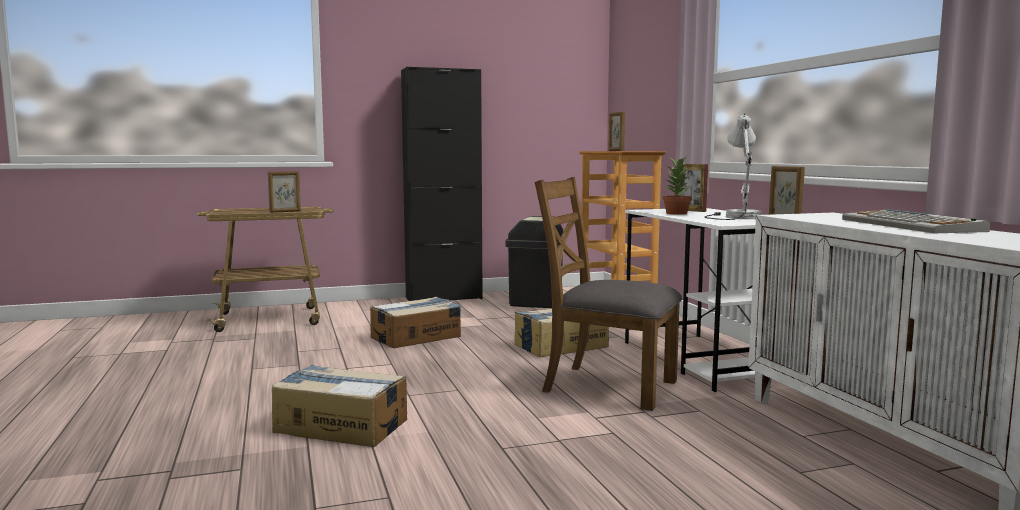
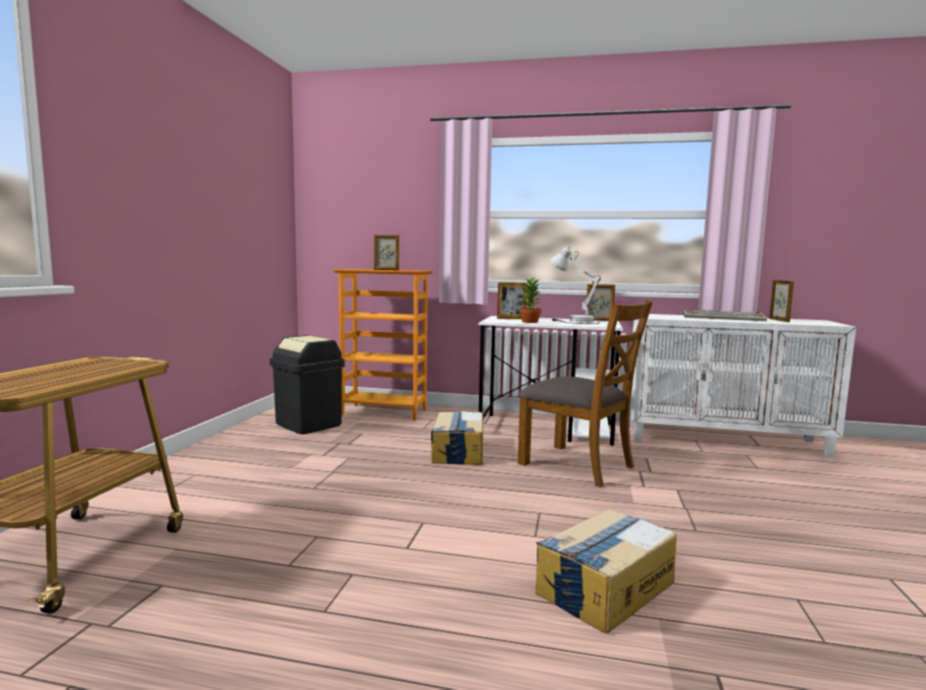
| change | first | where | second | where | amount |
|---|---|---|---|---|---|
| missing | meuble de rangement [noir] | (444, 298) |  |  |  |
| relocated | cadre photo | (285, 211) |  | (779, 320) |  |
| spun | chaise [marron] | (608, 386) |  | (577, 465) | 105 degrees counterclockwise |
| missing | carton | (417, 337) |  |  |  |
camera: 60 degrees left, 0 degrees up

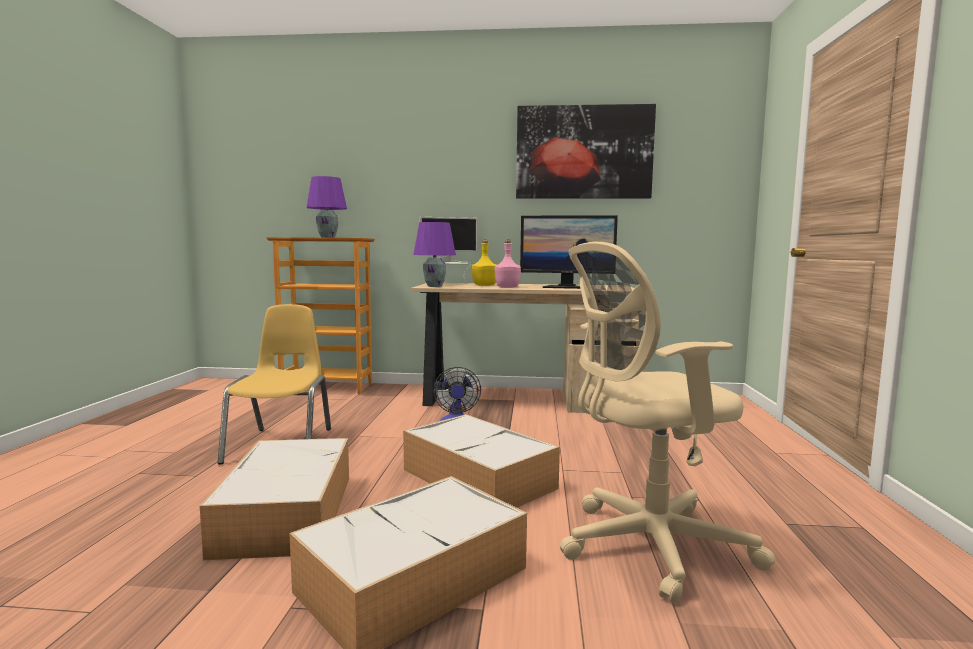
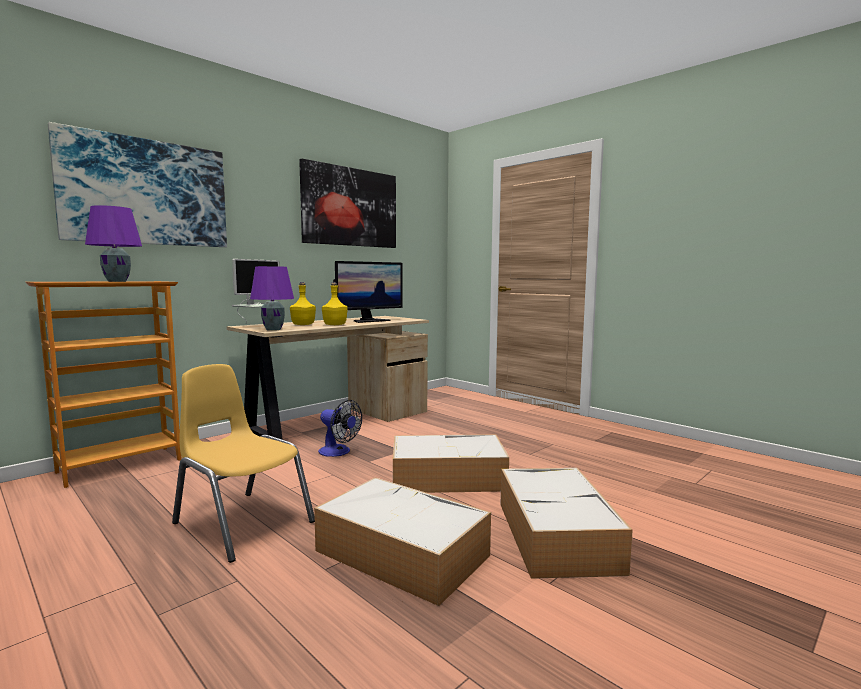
| change | first | where | second | where | amount |
|---|---|---|---|---|---|
| colour | bouteille [rose] | (507, 287) | bouteille [jaune] | (334, 325) |  |
| missing | chaise de bureau [beige] | (646, 546) |  |  |  |
| appeared |  |  | tableau | (146, 192) |  |
camera: 50 degrees left, 0 degrees up

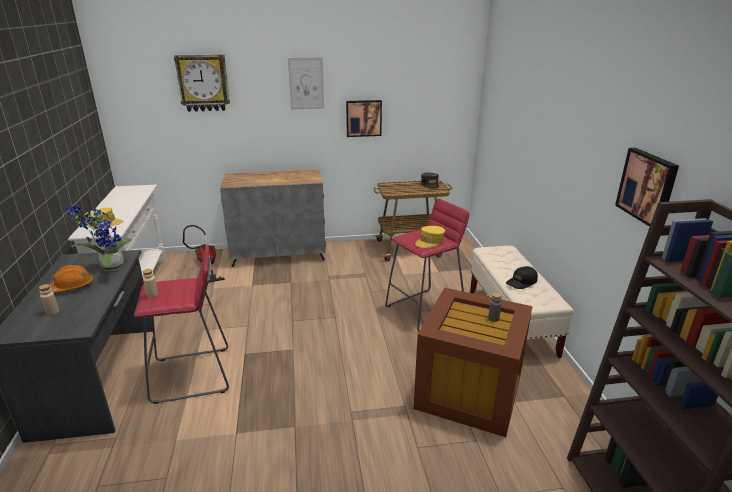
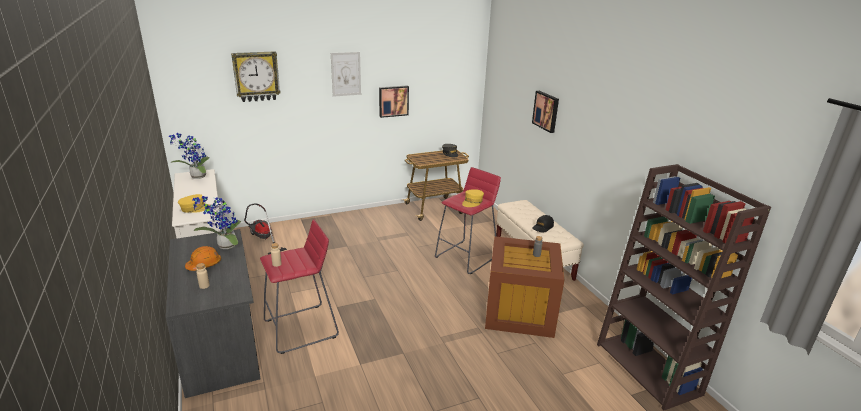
| change | first | where | second | where | amount |
|---|---|---|---|---|---|
| relocated | tableau | (648, 187) |  | (546, 111) |  |
| missing | meuble de rangement [gris] | (279, 254) |  |  |  |
| appeared |  |  | plante en pot | (196, 177) |  |
camera: 15 degrees left, 0 degrees up

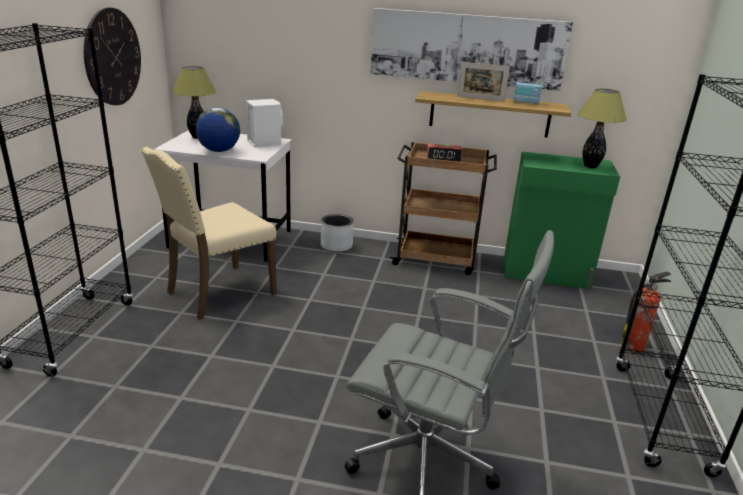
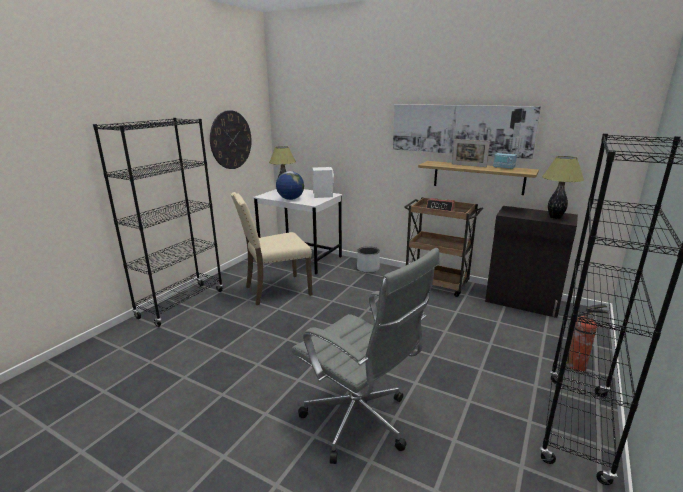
| change | first | where | second | where | amount |
|---|---|---|---|---|---|
| colour | meuble de rangement [vert] | (546, 273) | meuble de rangement [noir] | (522, 302) |  |
camera: 20 degrees right, 5 degrees down

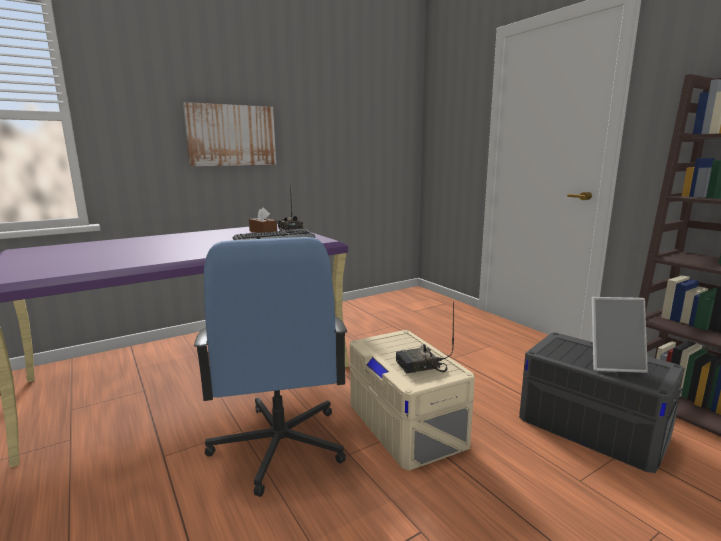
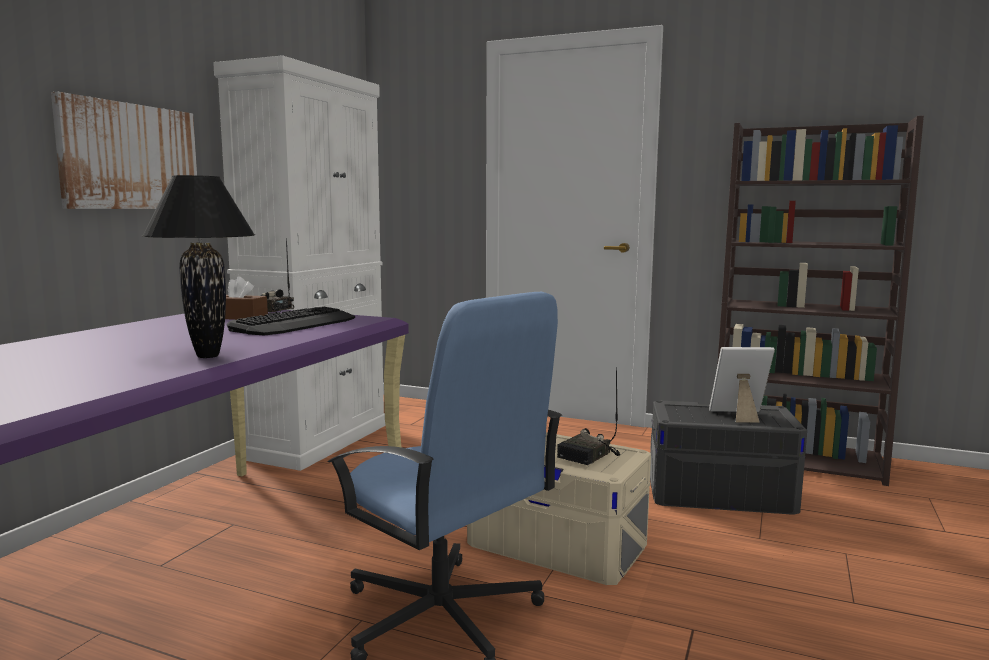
| change | first | where | second | where | amount |
|---|---|---|---|---|---|
| spun | cadre photo | (613, 364) |  | (739, 416) | 150 degrees counterclockwise |
| appeared |  |  | meuble de rangement [blanc] | (318, 440) |  |
| appeared |  |  | lampe de table [noir] | (208, 356) |  |
camera: 35 degrees left, 5 degrees down

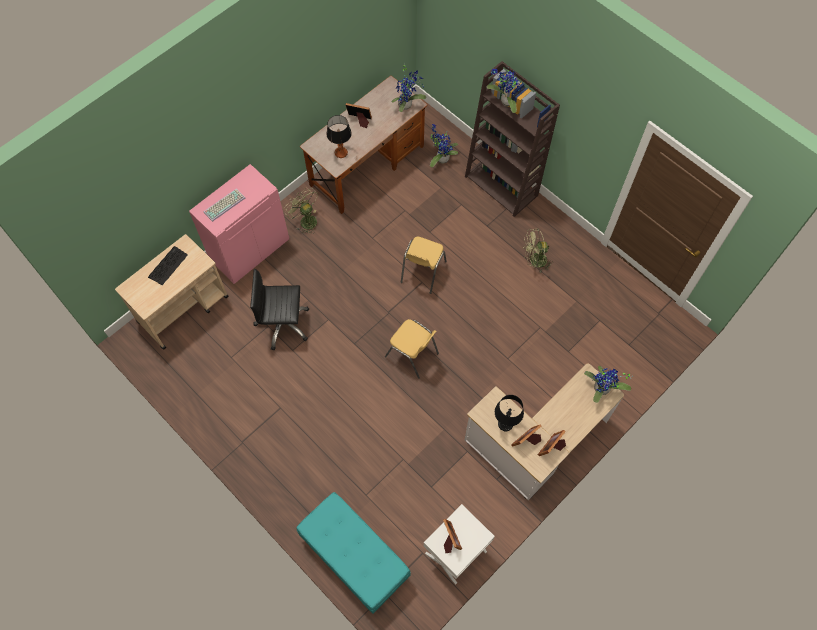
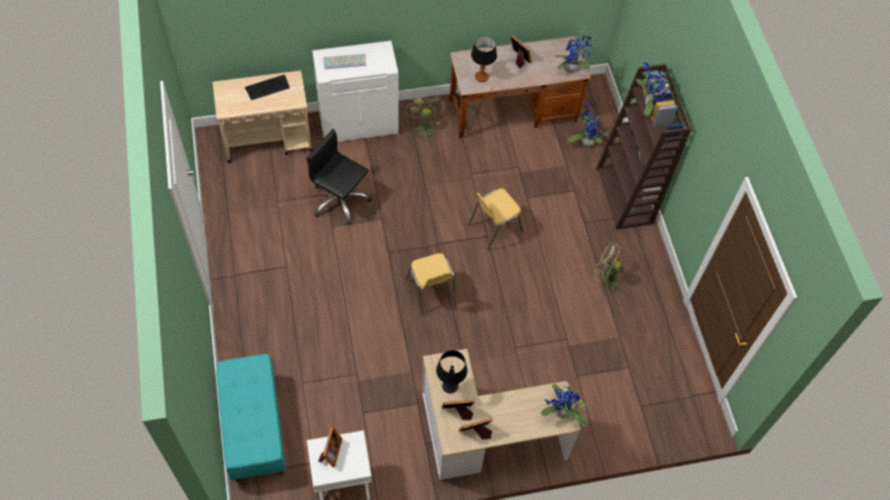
| change | first | where | second | where | amount |
|---|---|---|---|---|---|
| colour | meuble de rangement [rose] | (249, 249) | meuble de rangement [blanc] | (359, 123) |  |
camera: 30 degrees right, 5 degrees down

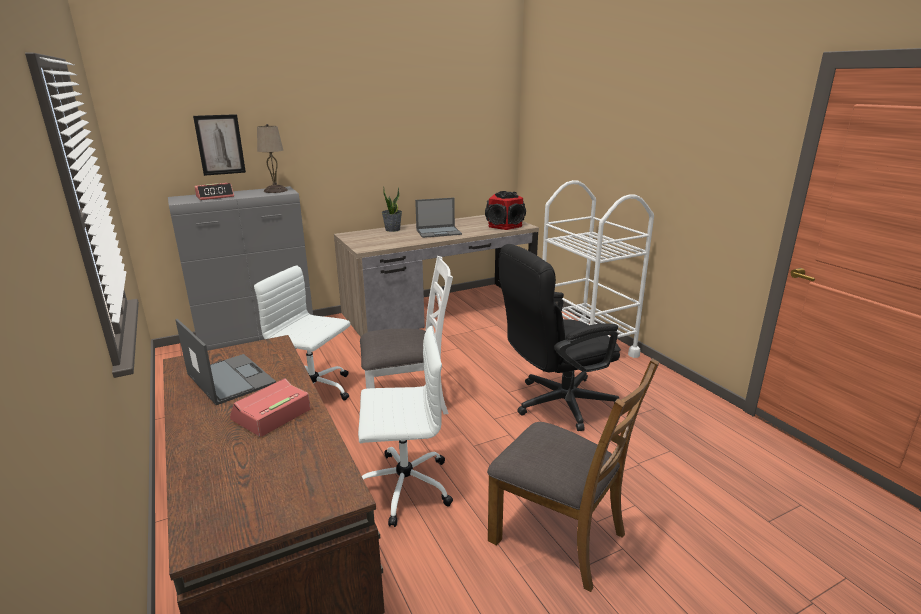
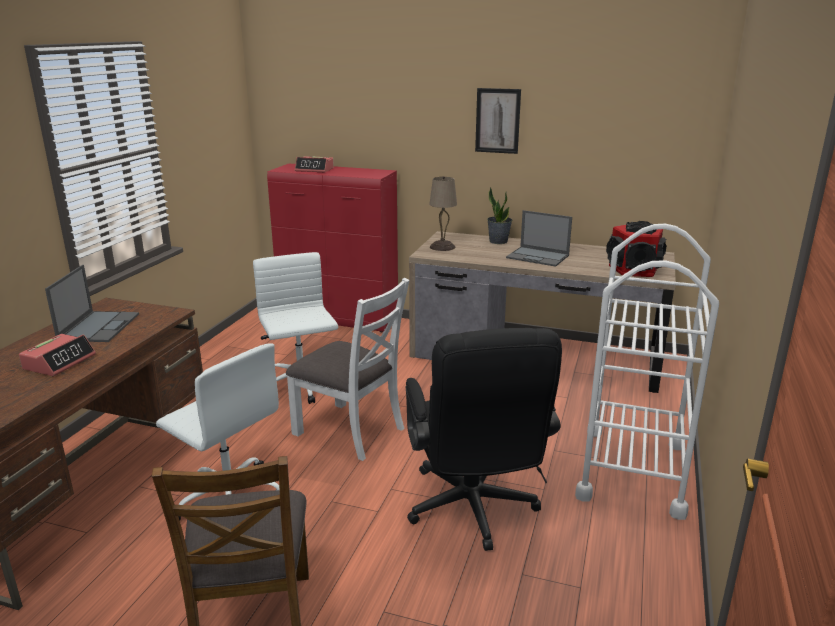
| change | first | where | second | where | amount |
|---|---|---|---|---|---|
| relocated | tableau | (220, 145) |  | (497, 121) |  |
| relocated | lampe de table [beige] | (275, 190) |  | (442, 247) |  |
| colour | meuble de rangement [gris] | (258, 337) | meuble de rangement [rouge] | (340, 319) |  |
| spun | chaise de bureau [noir] | (555, 404) |  | (473, 512) | 120 degrees counterclockwise |
| spun | réveil | (271, 415) |  | (59, 362) | 120 degrees clockwise |
camera: 45 degrees right, 0 degrees up

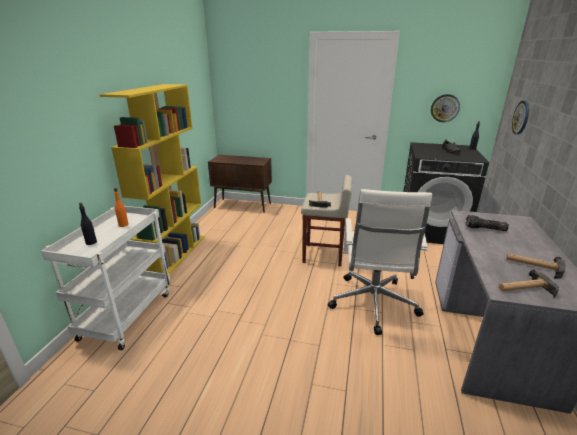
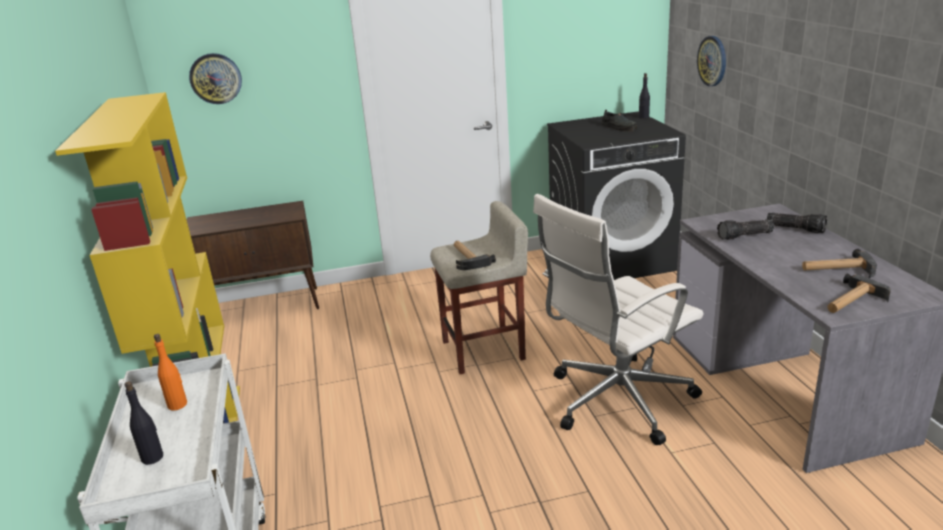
| change | first | where | second | where | amount |
|---|---|---|---|---|---|
| relocated | horloge murale | (444, 108) |  | (215, 78) |  |
| spun | chaise de bureau [blanc] | (373, 304) |  | (616, 401) | 75 degrees clockwise |
| appeared |  |  | lampe de poche | (796, 229) |  |
camera: 25 degrees left, 0 degrees up

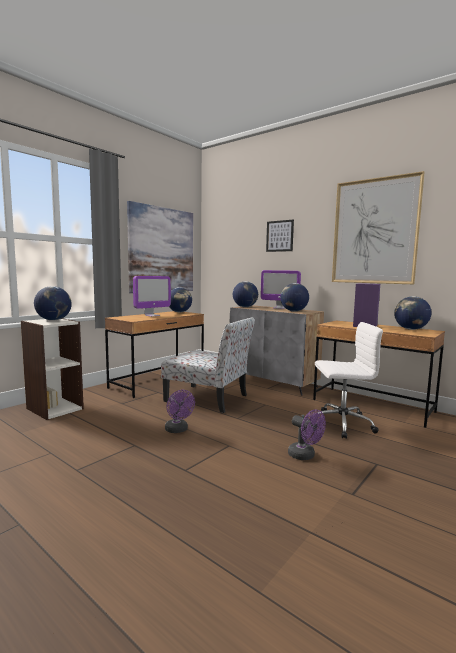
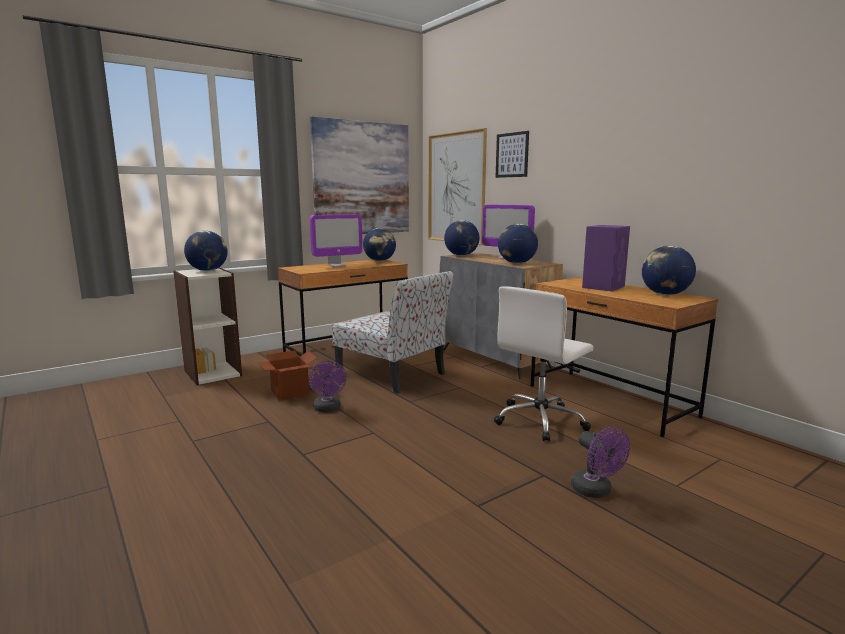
| change | first | where | second | where | amount |
|---|---|---|---|---|---|
| relocated | tableau | (374, 231) |  | (456, 188) |  |
| spun | chaise de bureau [blanc] | (341, 424) |  | (541, 420) | 120 degrees clockwise |
| relocated | ventilateur [violet] | (305, 456) |  | (596, 491) |  |
| appeared |  |  | carton | (290, 392) |  |
camera: 15 degrees right, 5 degrees up

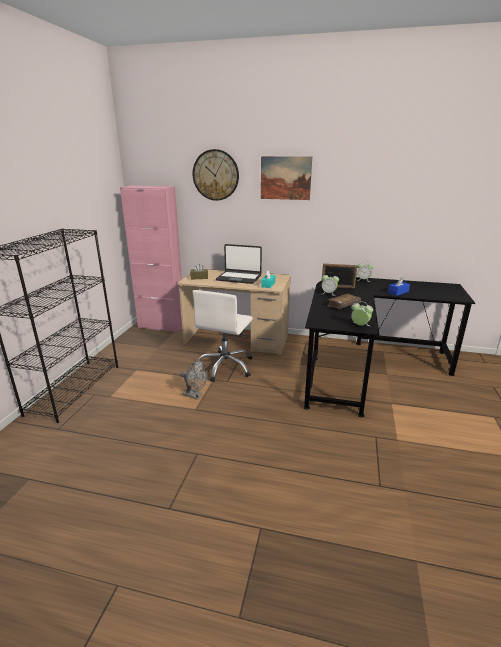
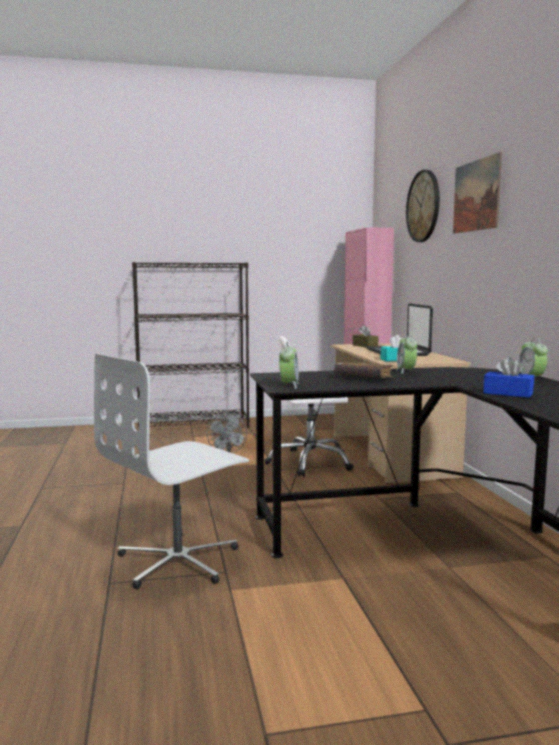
| change | first | where | second | where | amount |
|---|---|---|---|---|---|
| missing | cadre photo | (337, 287) |  |  |  |
| appeared |  |  | chaise de bureau [blanc] | (179, 561) |  |
camera: 65 degrees right, 15 degrees down

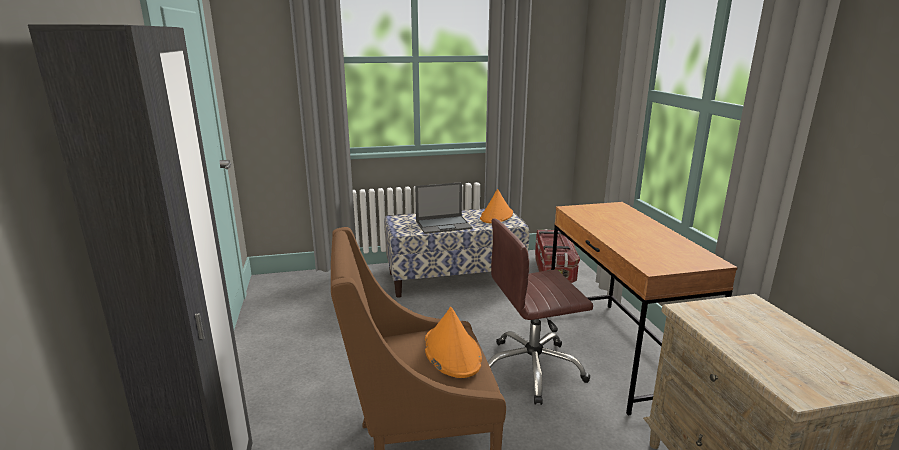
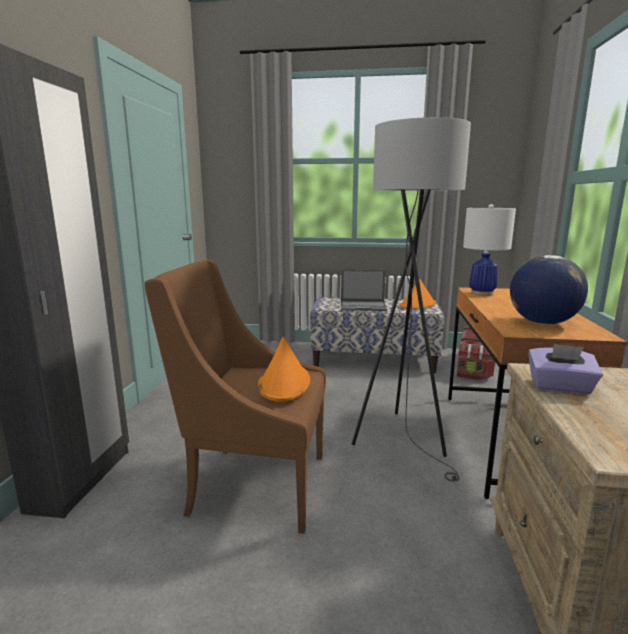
| change | first | where | second | where | amount |
|---|---|---|---|---|---|
| exchanged | chaise de bureau [marron] | (532, 369) | lampadaire [gris] | (404, 439) |  |
| appeared |  |  | lampe de table [blanc] | (481, 293) |  |
| appeared |  |  | globe | (542, 323) |  |
| appeared |  |  | boîte à mouchoirs [violet] | (560, 387) |  |
camera: 20 degrees right, 5 degrees down

